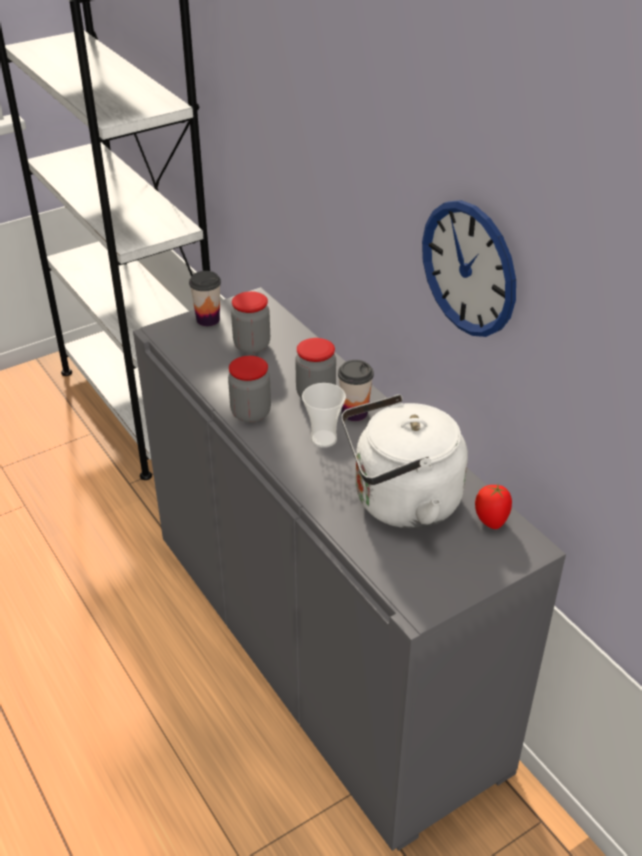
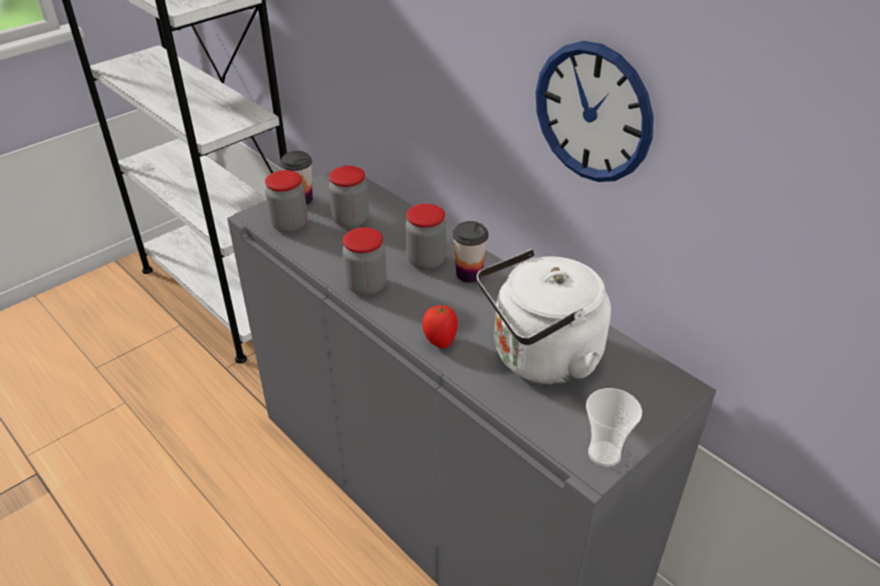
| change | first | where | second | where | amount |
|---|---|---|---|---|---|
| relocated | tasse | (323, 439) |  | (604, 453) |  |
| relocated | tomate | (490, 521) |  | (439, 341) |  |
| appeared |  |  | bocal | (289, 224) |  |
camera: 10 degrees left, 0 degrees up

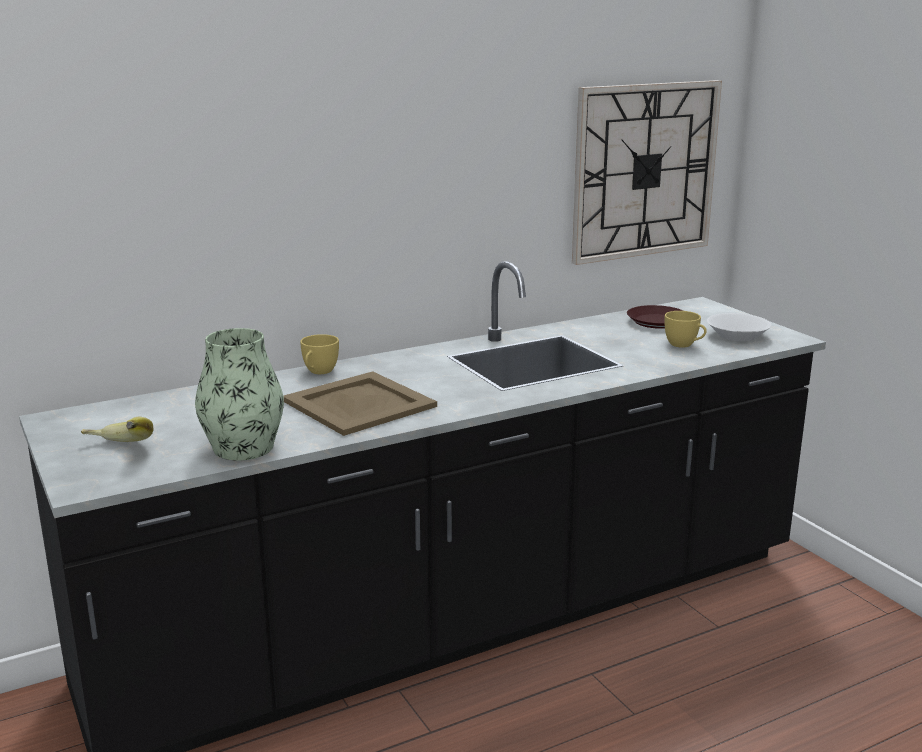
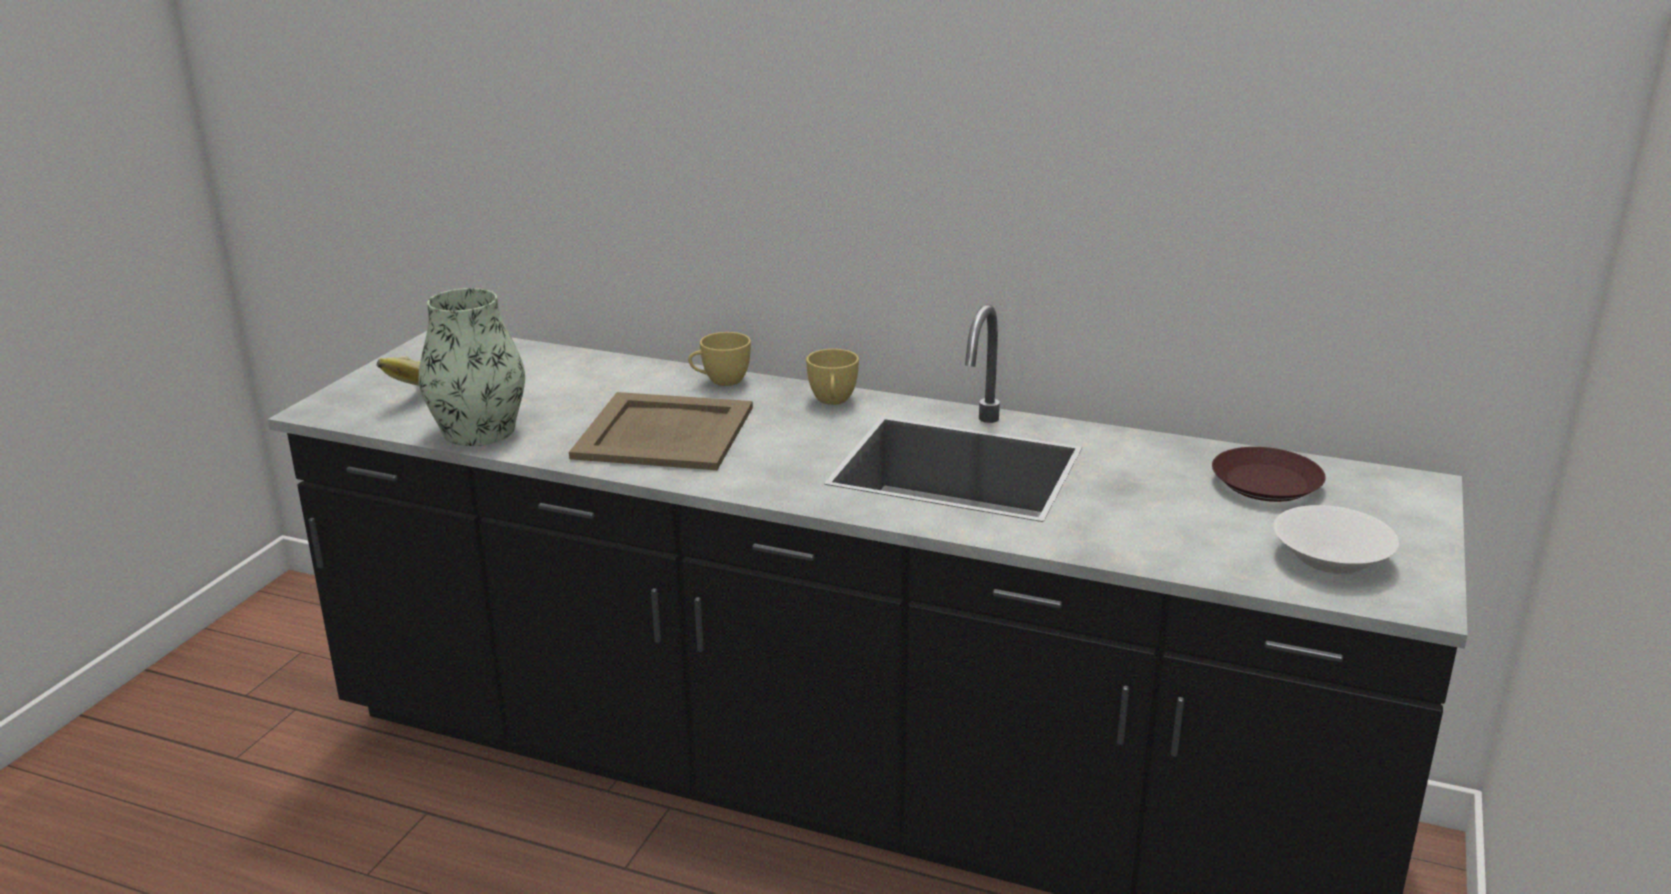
| change | first | where | second | where | amount |
|---|---|---|---|---|---|
| missing | horloge murale | (644, 171) |  |  |  |
| relocated | tasse [jaune] | (684, 345) |  | (832, 401) |  |
camera: 50 degrees right, 5 degrees up

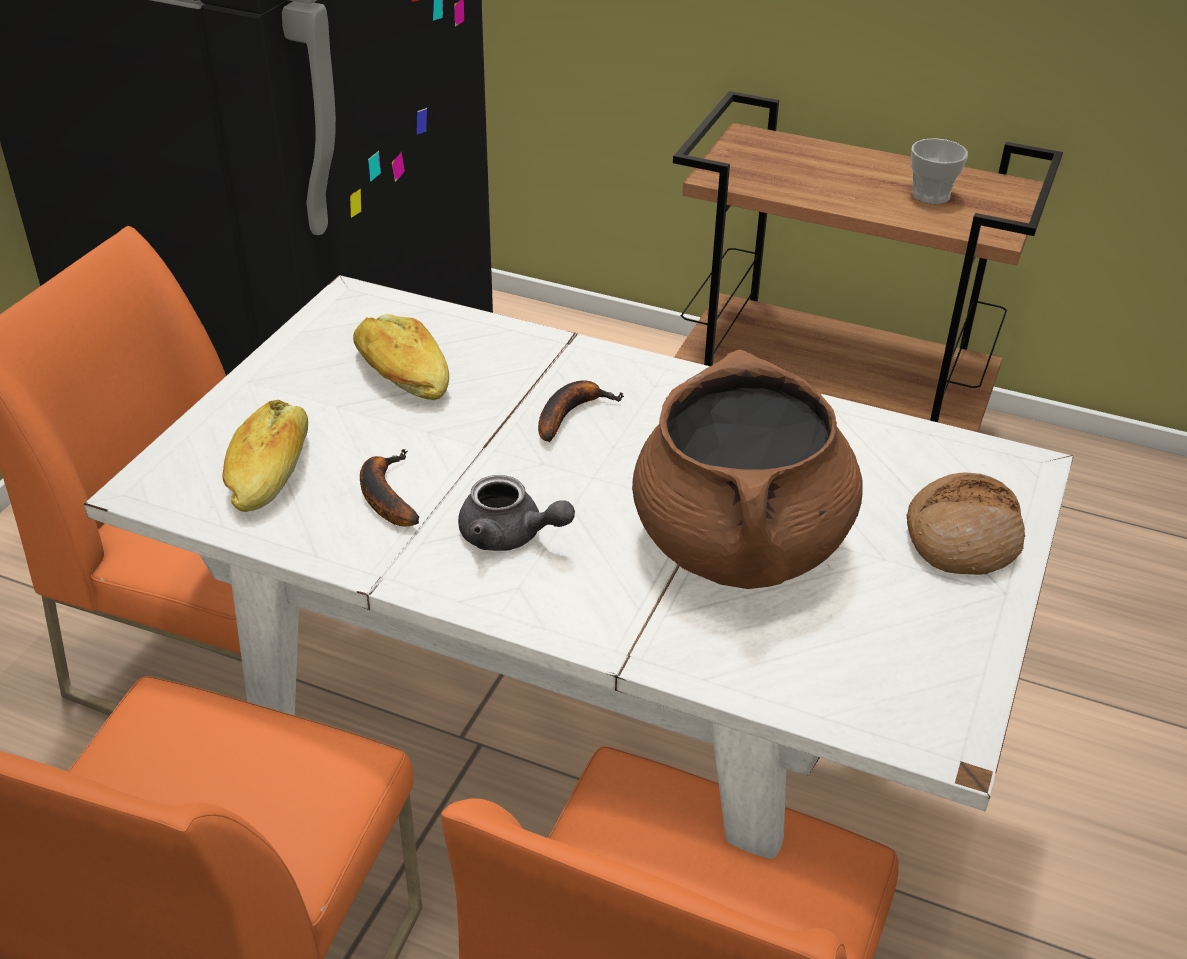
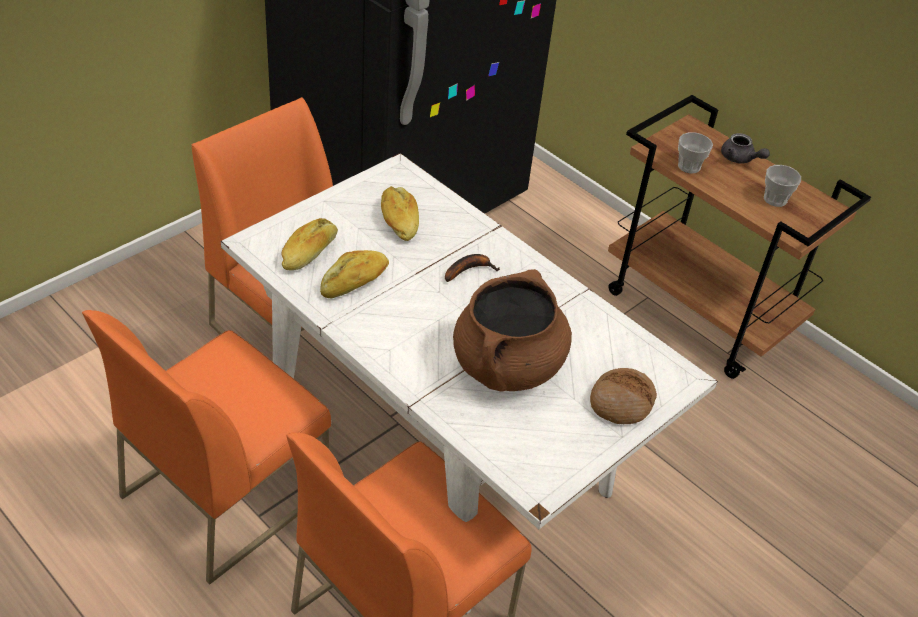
| change | first | where | second | where | amount |
|---|---|---|---|---|---|
| exchanged | banane | (385, 495) | pain | (355, 282) |  |
| relocated | théière [gris] | (510, 536) |  | (740, 159) |  |
| appeared |  |  | tasse | (689, 166) |  |
camera: 20 degrees right, 5 degrees up

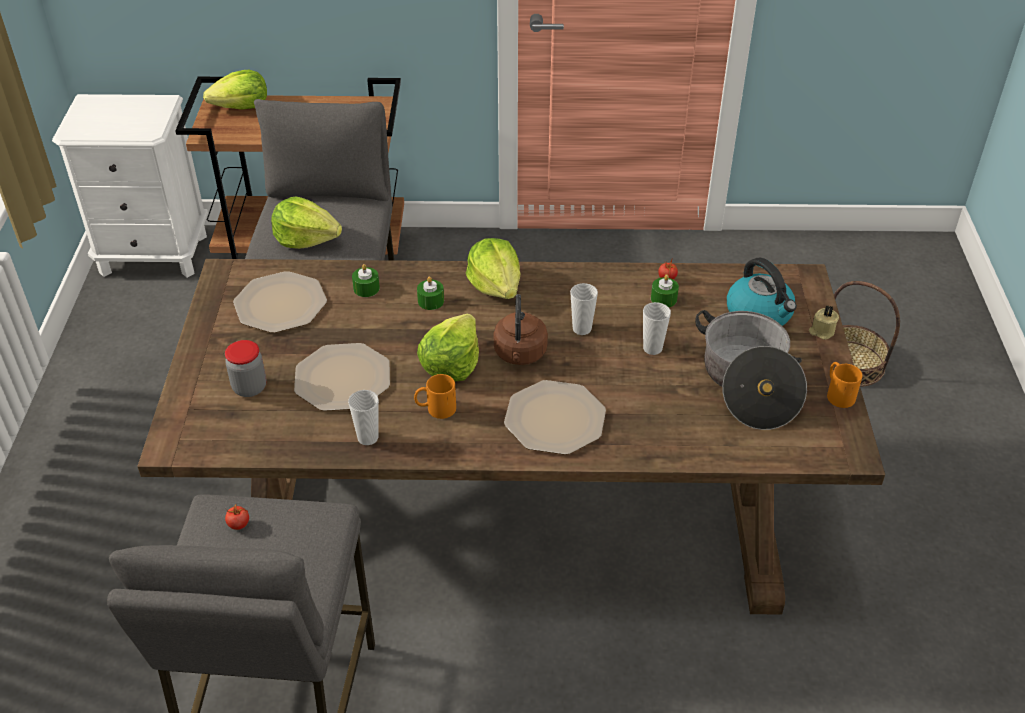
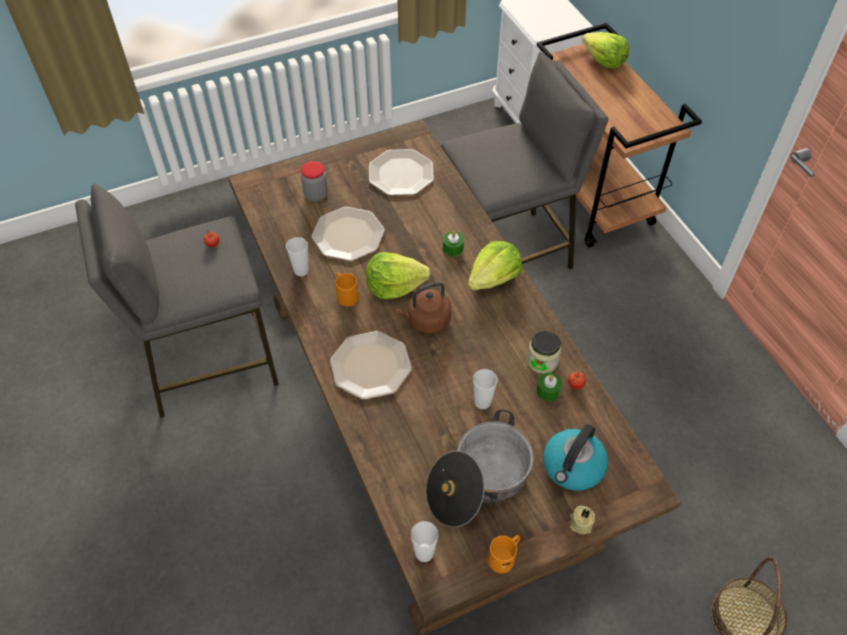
| change | first | where | second | where | amount |
|---|---|---|---|---|---|
| missing | laitue | (306, 239) |  |  |  |
| missing | bougie [vert] | (366, 288) |  |  |  |
| relocated | tasse | (582, 329) |  | (424, 553) |  |
| appeared |  |  | bocal | (542, 361) |  |
camera: 65 degrees right, 10 degrees up

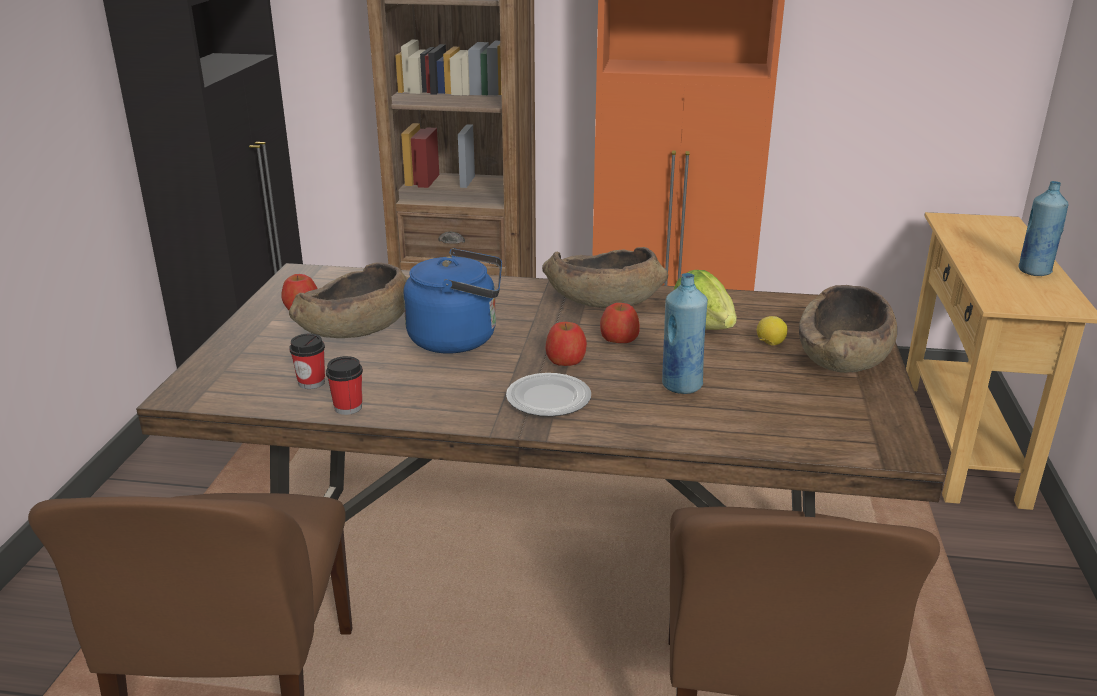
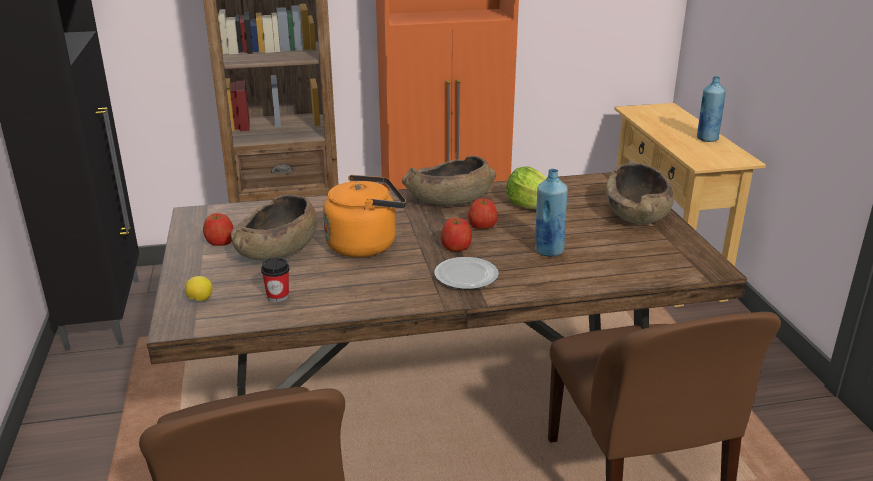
| change | first | where | second | where | amount |
|---|---|---|---|---|---|
| colour | bouilloire [bleu] | (459, 339) | bouilloire [orange] | (365, 244) |  |
| relocated | citron | (770, 344) |  | (200, 300) |  |
| missing | tasse | (348, 407) |  |  |  |
camera: 20 degrees left, 0 degrees up

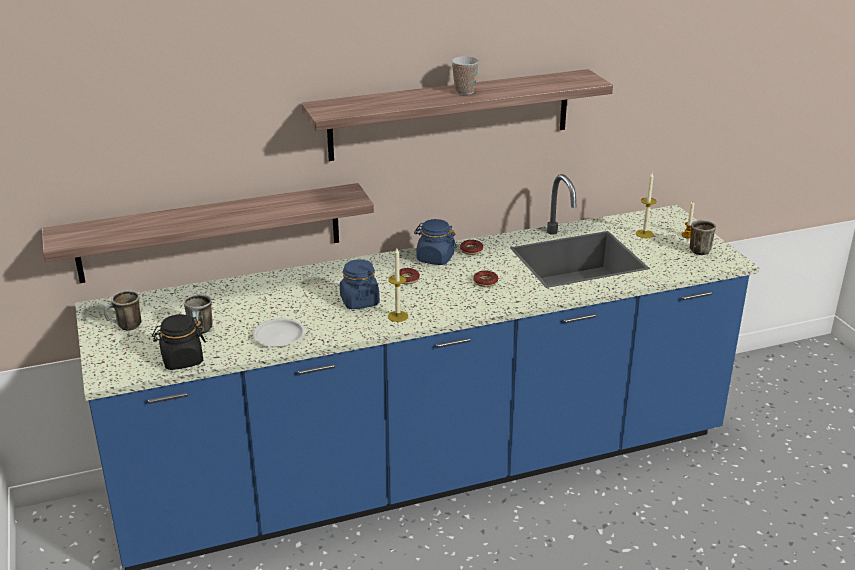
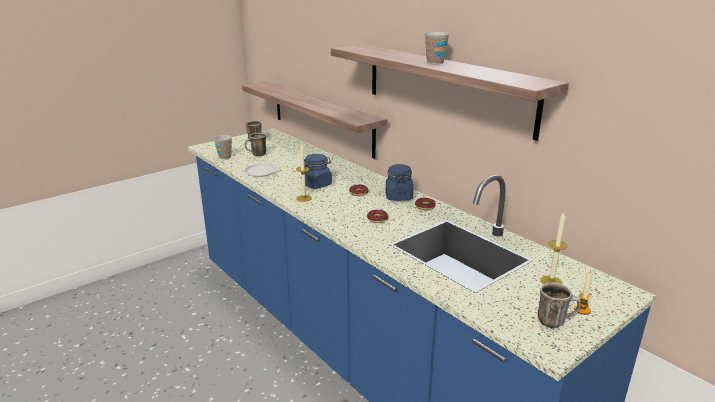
| change | first | where | second | where | amount |
|---|---|---|---|---|---|
| exchanged | bocal [noir] | (182, 360) | tasse | (225, 157) |  |
camera: 70 degrees right, 5 degrees down

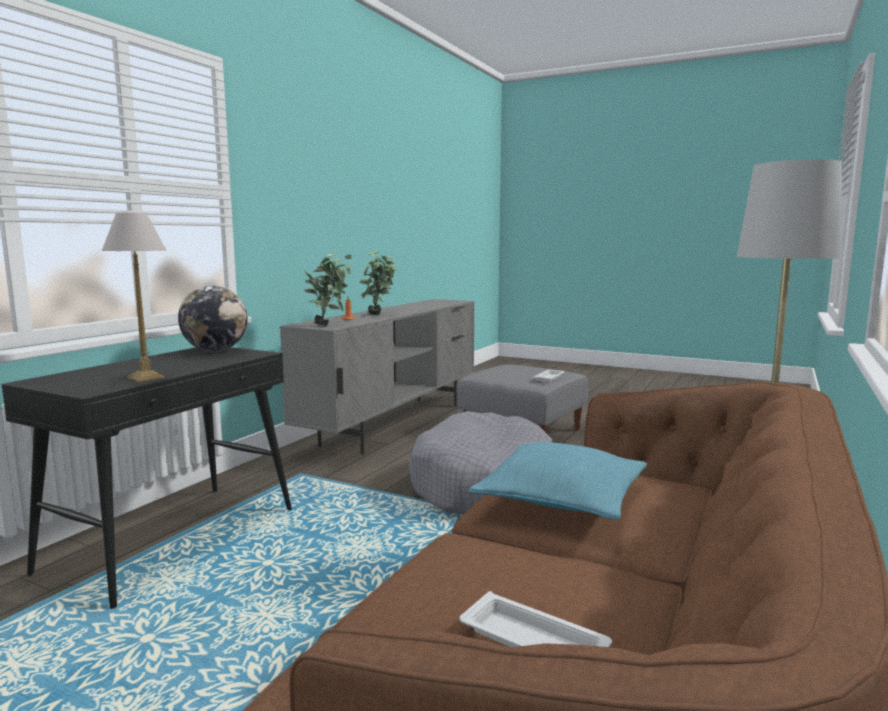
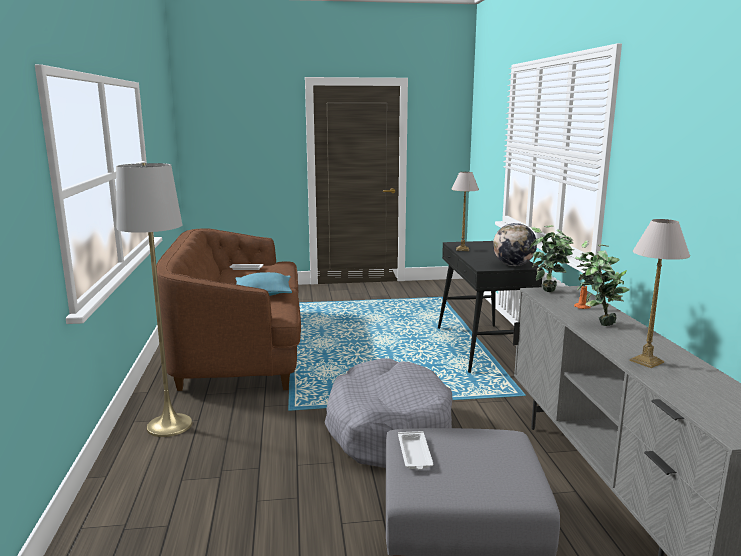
| change | first | where | second | where | amount |
|---|---|---|---|---|---|
| appeared |  |  | lampe de table | (646, 361) |  |
camera: 145 degrees right, 5 degrees up

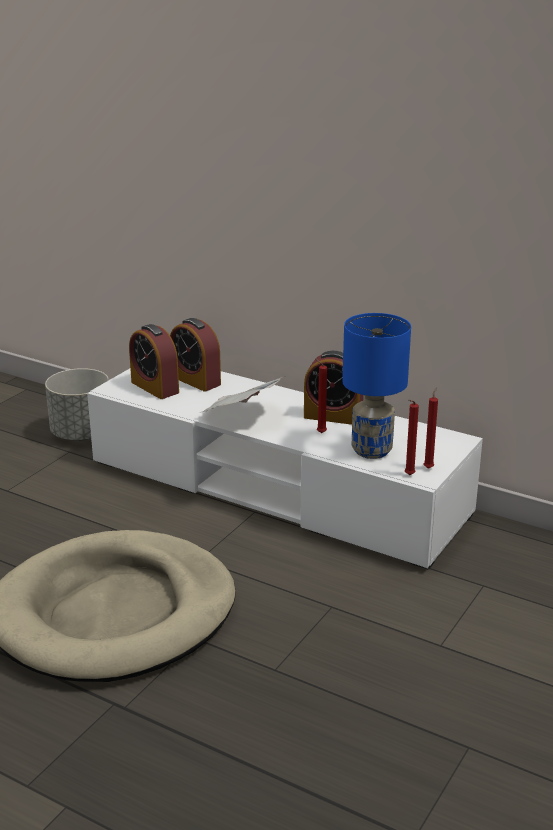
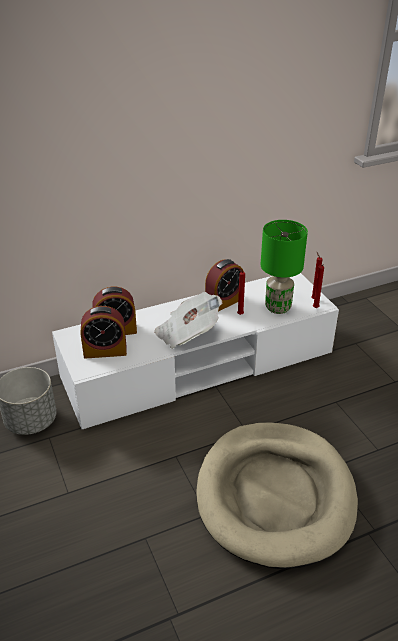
| change | first | where | second | where | amount |
|---|---|---|---|---|---|
| colour | lampe de table [bleu] | (370, 451) | lampe de table [vert] | (277, 308) |  |
camera: 55 degrees left, 10 degrees up

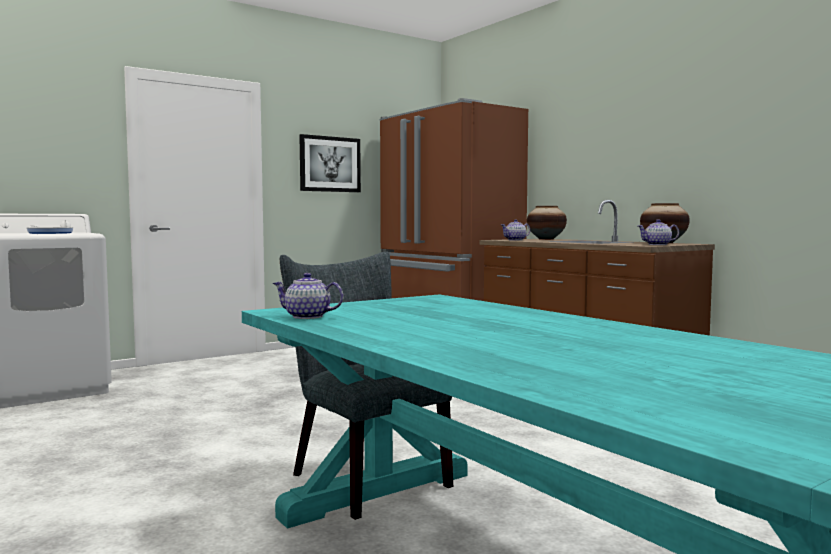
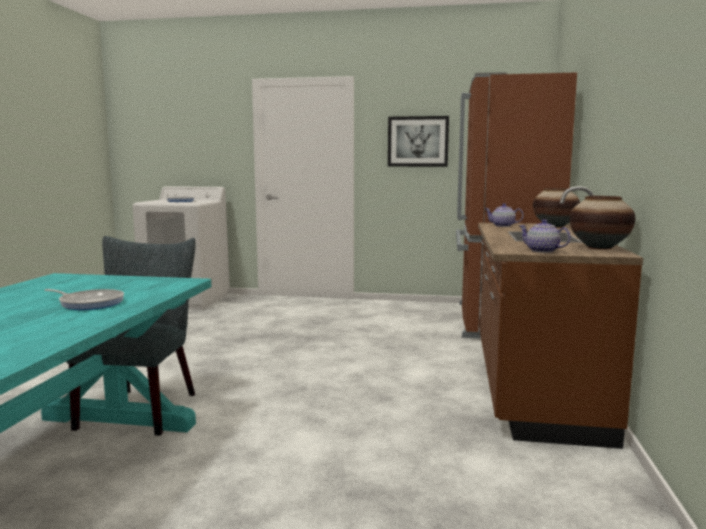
| change | first | where | second | where | amount |
|---|---|---|---|---|---|
| missing | théière | (308, 316) |  |  |  |
| appeared |  |  | poêle | (89, 303) |  |
camera: 45 degrees right, 5 degrees up

